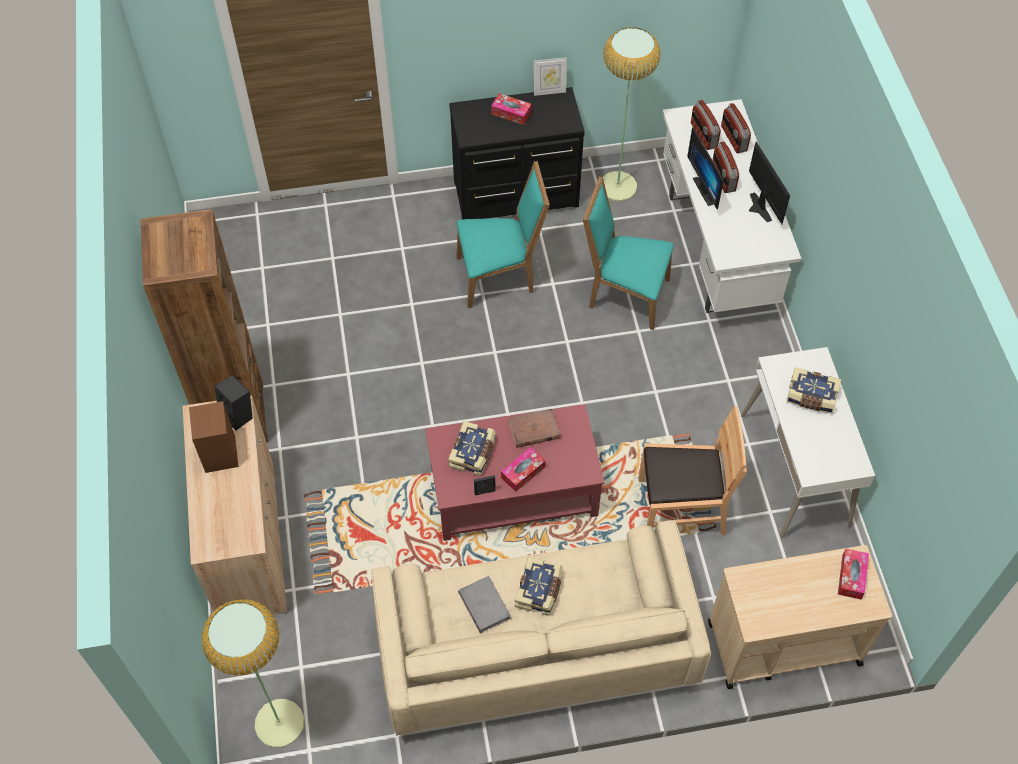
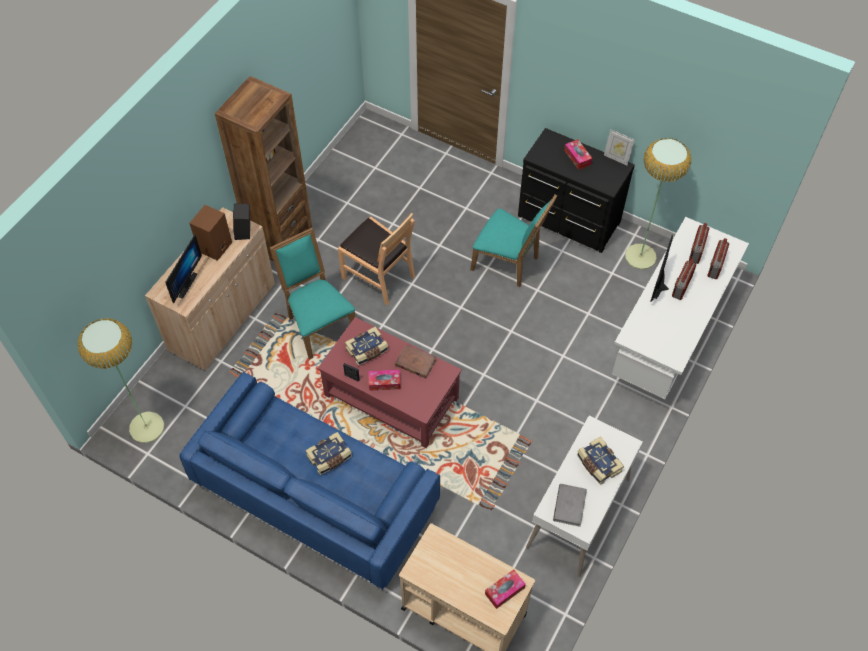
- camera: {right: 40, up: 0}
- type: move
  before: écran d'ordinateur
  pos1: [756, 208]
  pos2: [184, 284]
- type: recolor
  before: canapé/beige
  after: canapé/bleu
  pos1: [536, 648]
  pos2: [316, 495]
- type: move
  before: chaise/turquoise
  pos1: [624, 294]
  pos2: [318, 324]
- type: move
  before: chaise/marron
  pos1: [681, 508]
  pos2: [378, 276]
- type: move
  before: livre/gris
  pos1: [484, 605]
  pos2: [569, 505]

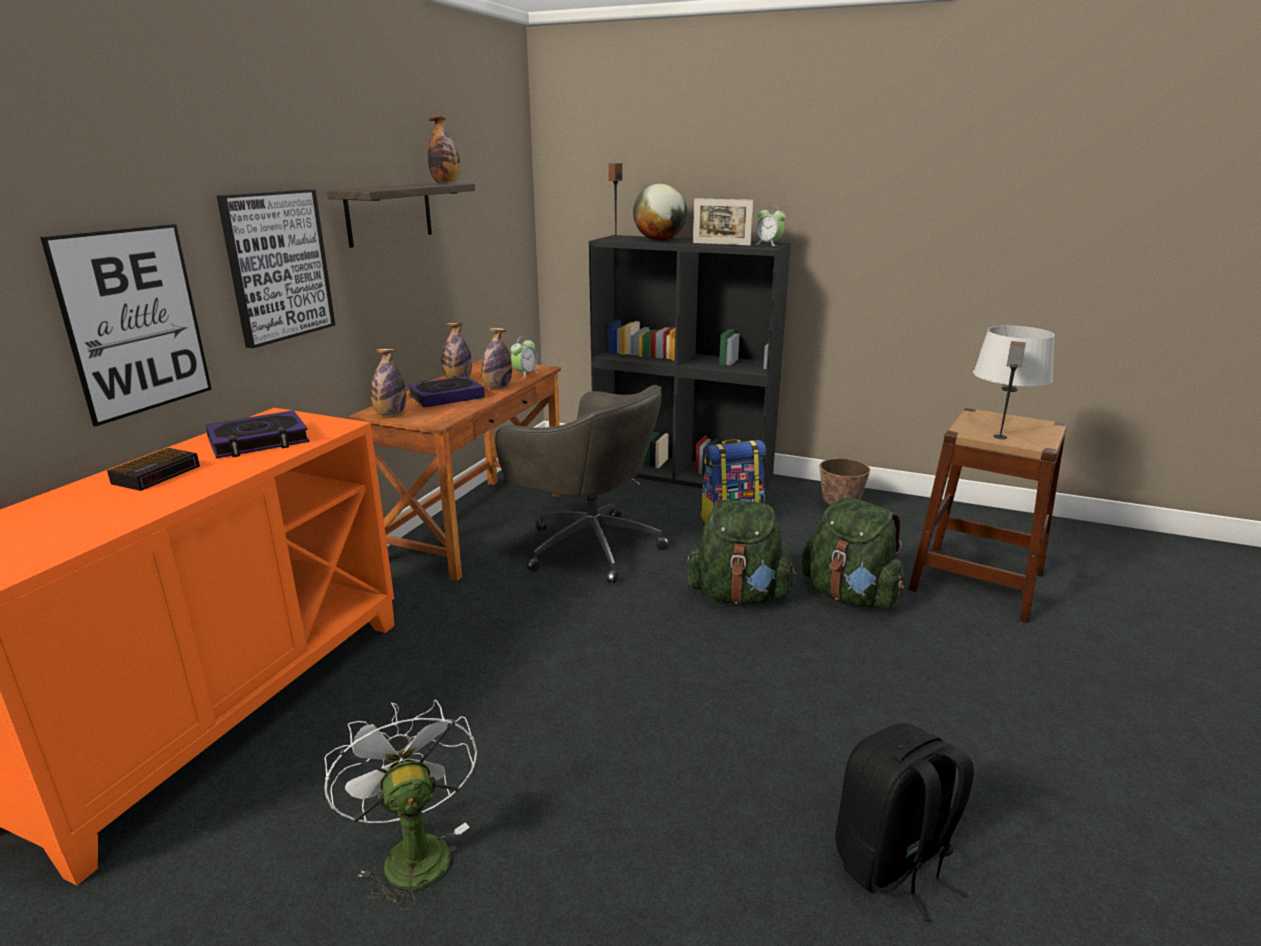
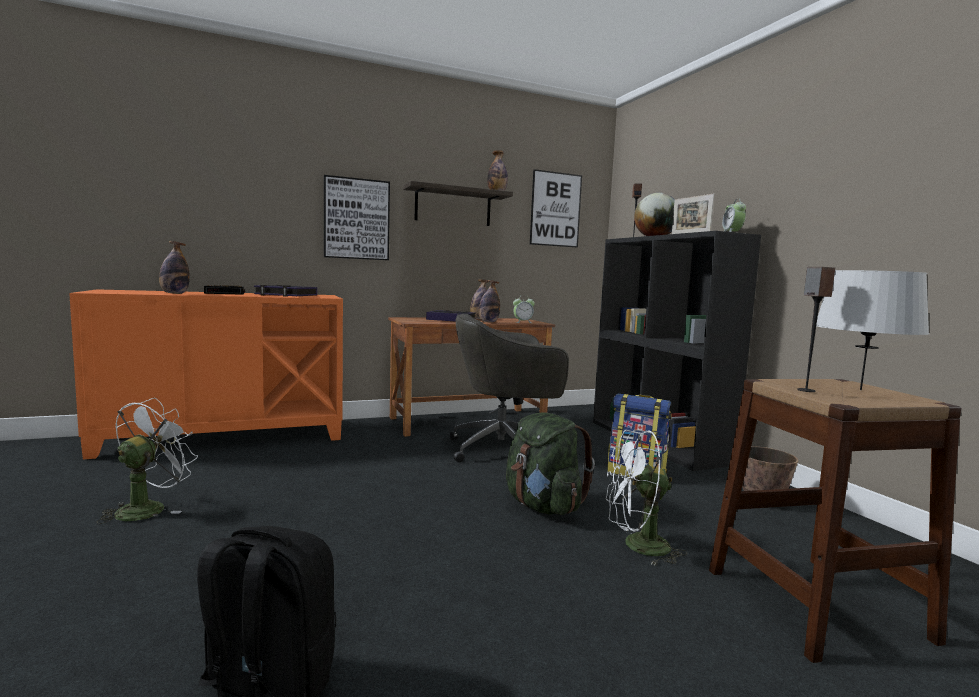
- camera: {right: 45, up: -15}
- type: move
  before: bouteille
  pos1: [390, 414]
  pos2: [174, 293]
- type: rotate
  before: chaise de bureau/gris
  pos1: [588, 546]
  pos2: [504, 449]
  turn: 90
- type: move
  before: tableau
  pos1: [134, 321]
  pos2: [555, 209]
- type: replace
  before: sac à dos/vert
  after: ventilateur/blanc
  pos1: [850, 595]
  pos2: [637, 546]

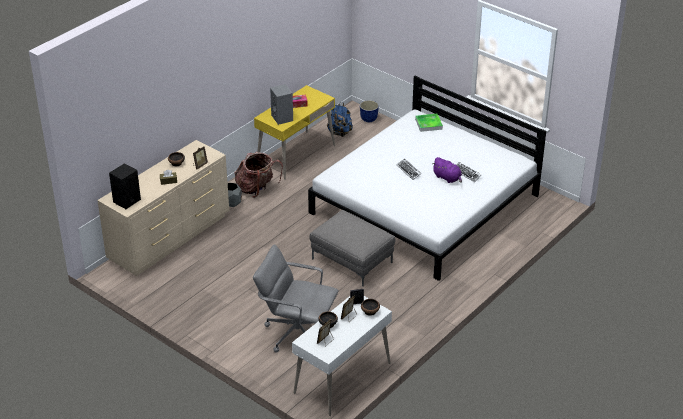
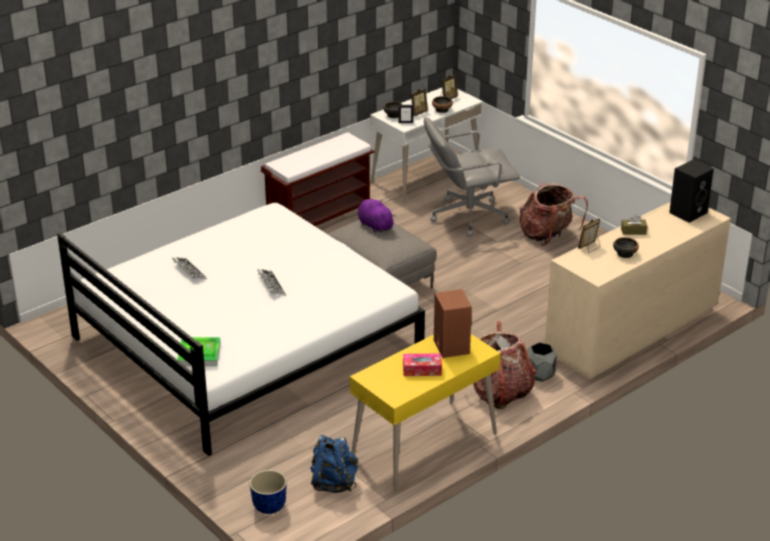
- camera: {right: -170, up: -5}
- type: insert
  after: banc/marron
  pos2: [320, 216]
- type: move
  before: peluche/violet
  pos1: [447, 178]
  pos2: [374, 225]
- type: rotate
  before: chaise de bureau/gris
  pos1: [296, 333]
  pos2: [468, 216]
  turn: 135
- type: recolor
  before: enceinte/gris
  after: enceinte/marron
  pos1: [282, 118]
  pos2: [450, 346]
- type: insert
  after: sac à dos
  pos2: [548, 235]

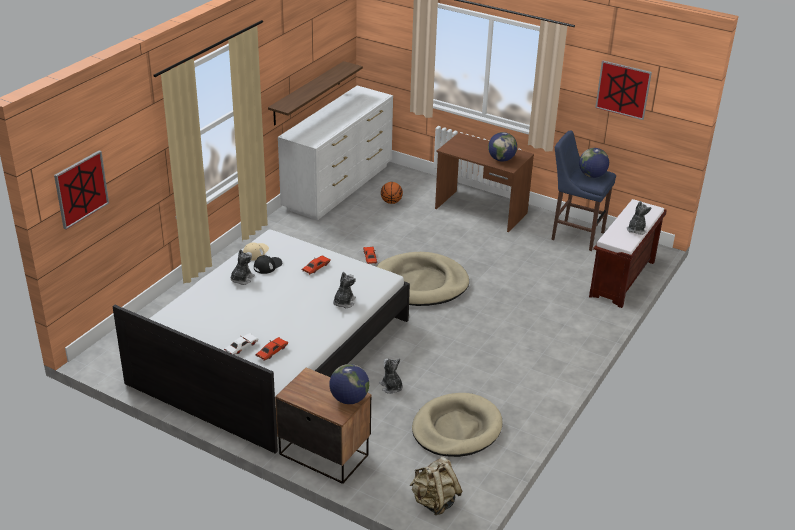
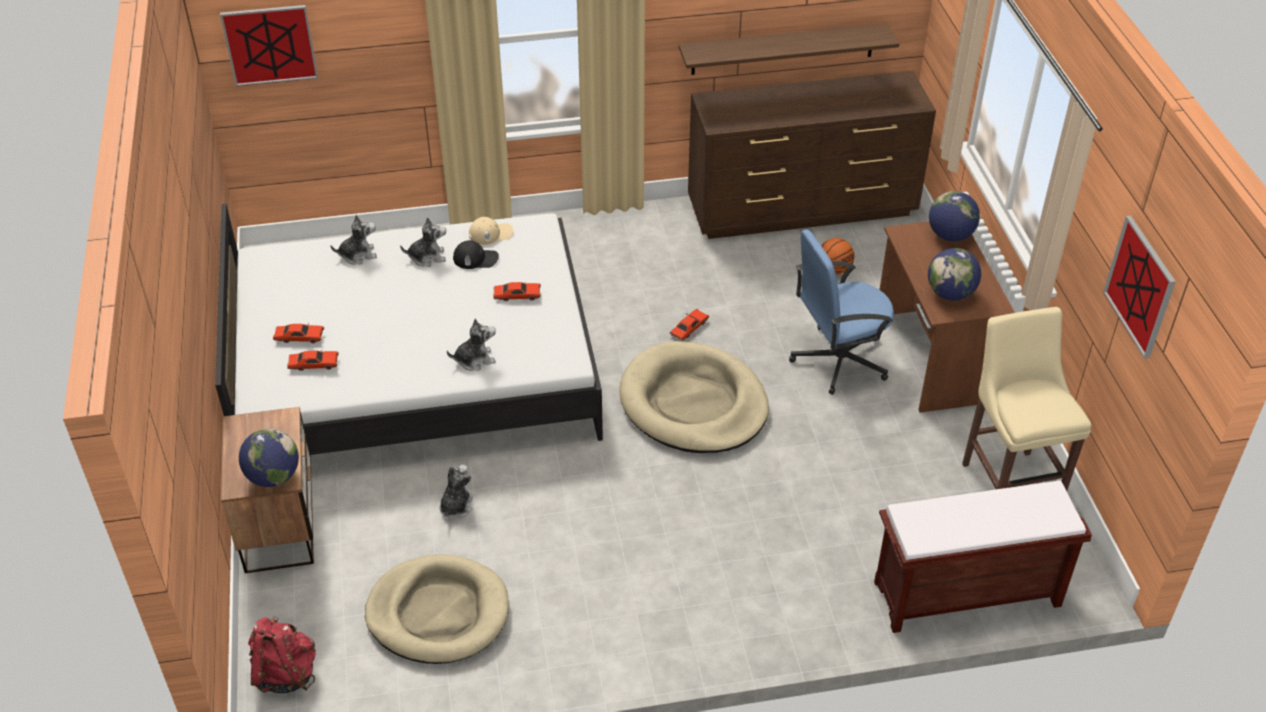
- camera: {right: 50, up: 10}
- type: recolor
  before: sac à dos/beige
  after: sac à dos/rouge
  pos1: [434, 501]
  pos2: [285, 673]
- type: recolor
  before: petite voiture/blanc
  after: petite voiture/rouge
  pos1: [241, 347]
  pos2: [299, 337]
- type: move
  before: peluche
  pos1: [636, 230]
  pos2: [358, 255]
- type: recolor
  before: commode/blanc
  after: commode/marron
  pos1: [339, 187]
  pos2: [803, 209]
- type: insert
  after: chaise de bureau/bleu
  pos2: [838, 360]
- type: move
  before: globe
  pos1: [592, 175]
  pos2: [950, 235]
- type: recolor
  before: tabouret/bleu
  after: tabouret/beige
  pos1: [575, 235]
  pos2: [1009, 481]

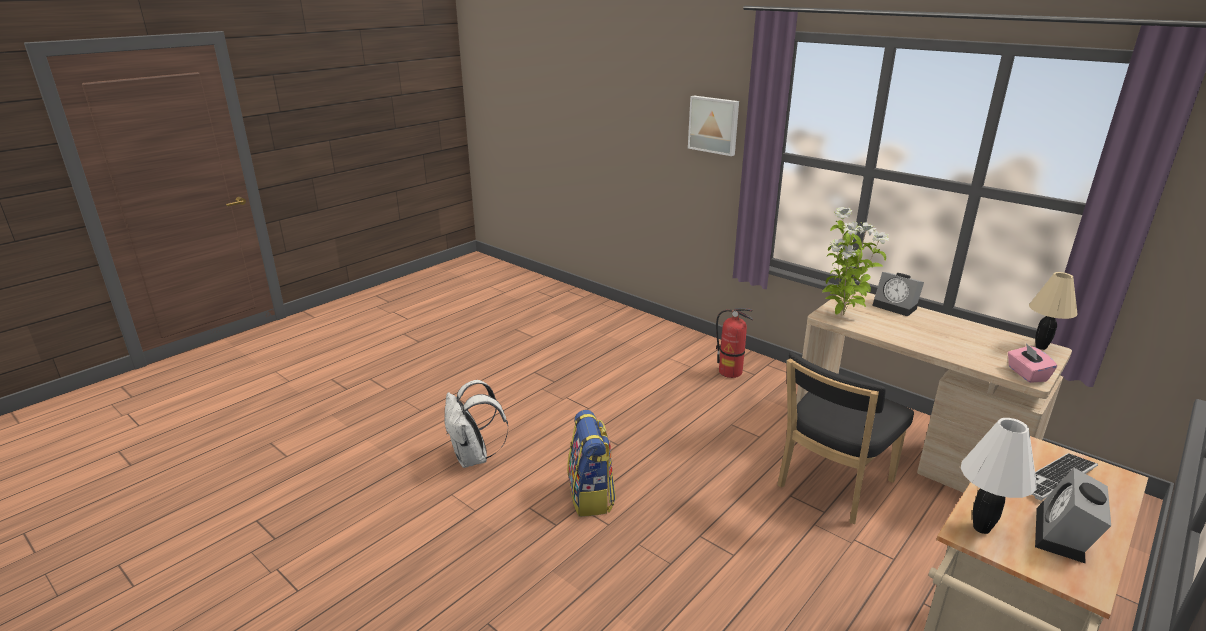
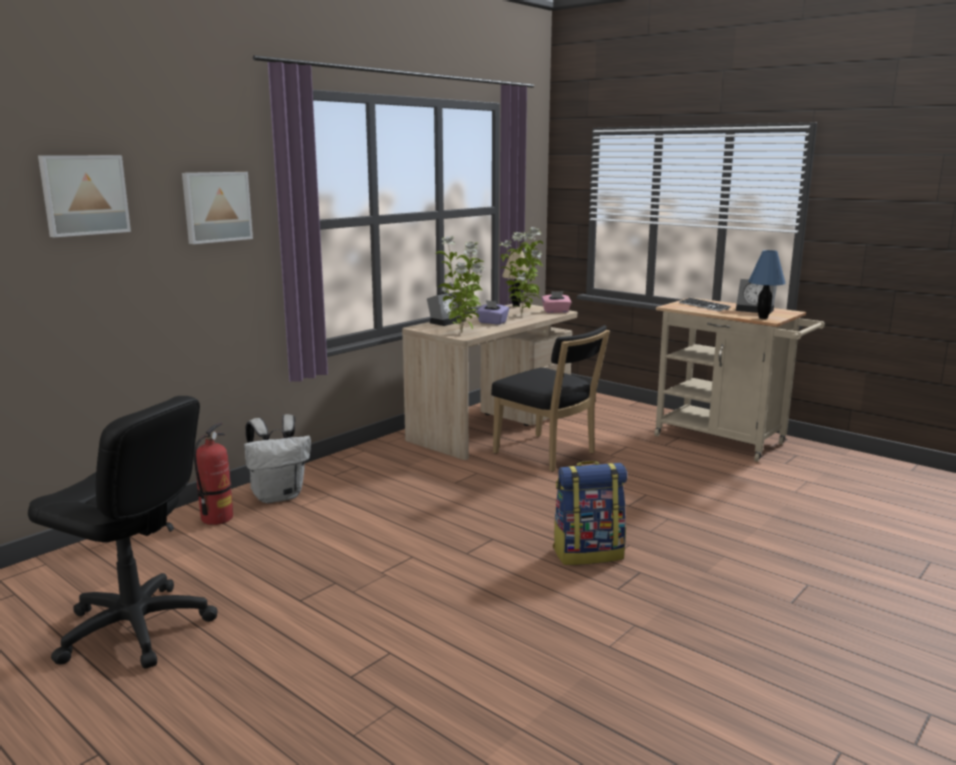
- camera: {right: -90, up: -10}
- type: insert
  after: chaise de bureau/noir
  pos2: [135, 628]
- type: insert
  after: tableau
  pos2: [84, 195]
- type: move
  before: extincteur
  pos1: [730, 372]
  pos2: [217, 518]
- type: move
  before: sac à dos/blanc
  pos1: [474, 457]
  pos2: [279, 496]
- type: insert
  after: boîte à mouchoirs/violet
  pos2: [492, 322]
- type: insert
  after: plante en pot
  pos2: [522, 314]
- type: recolor
  before: lampe de table/blanc
  after: lampe de table/bleu
  pos1: [980, 528]
  pos2: [763, 318]

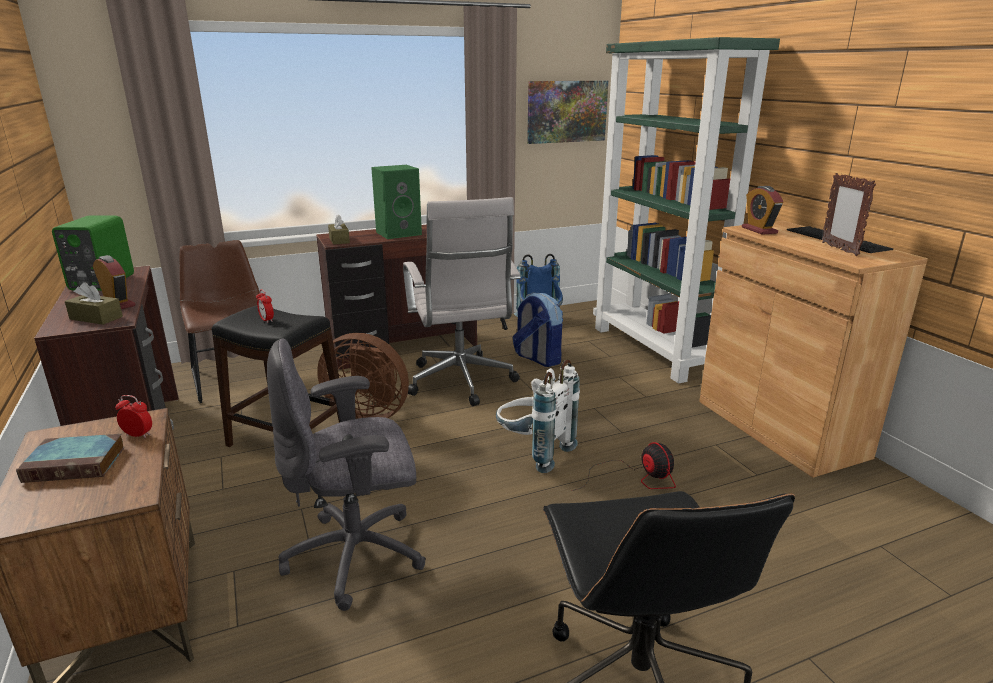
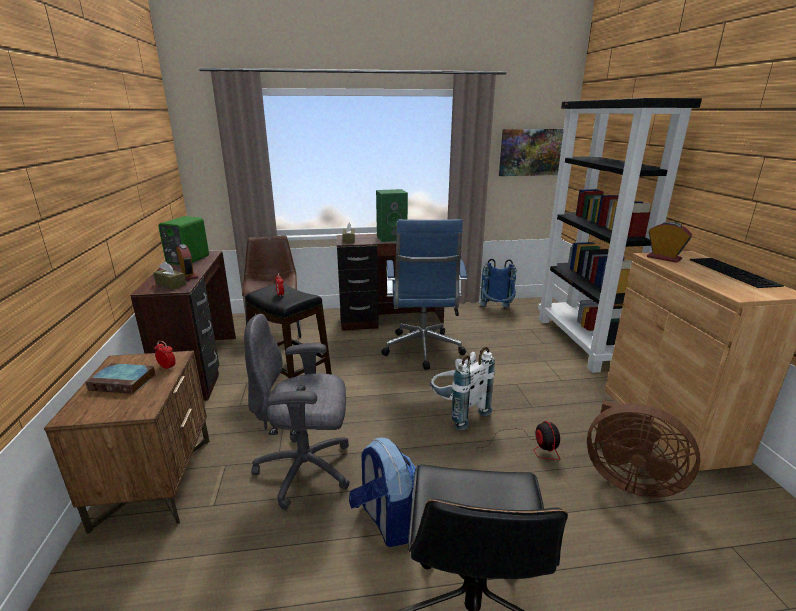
- camera: {right: 15, up: 0}
- type: move
  before: sac à dos
  pos1: [537, 358]
  pos2: [385, 521]
- type: recolor
  before: chaise de bureau/blanc
  after: chaise de bureau/bleu
  pos1: [461, 383]
  pos2: [423, 351]
- type: recolor
  before: bibliothèque/vert
  after: bibliothèque/noir
  pos1: [654, 350]
  pos2: [581, 342]
- type: move
  before: ventilateur/marron
  pos1: [369, 413]
  pos2: [627, 479]
- type: rotate
  before: réveil
  pos1: [759, 230]
  pos2: [664, 258]
  turn: 135
- type: delete
  before: cadre photo
  pos1: [839, 249]

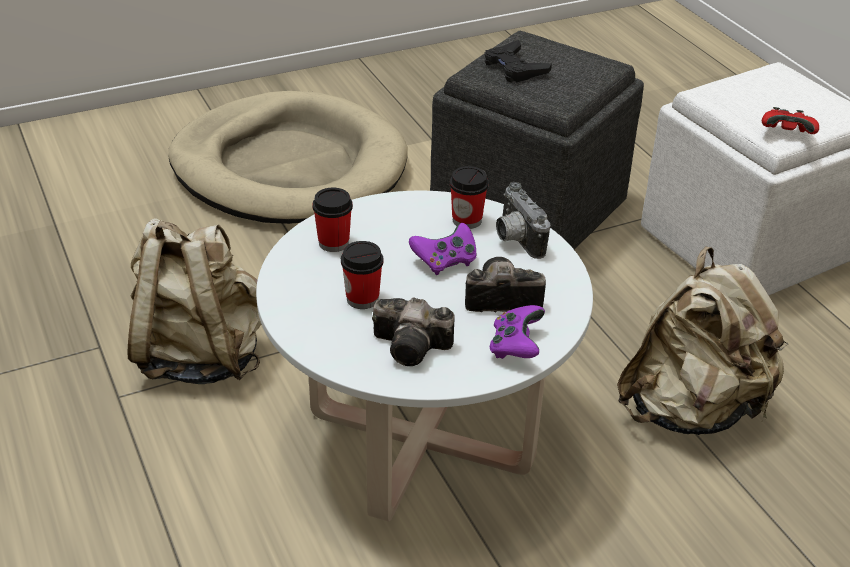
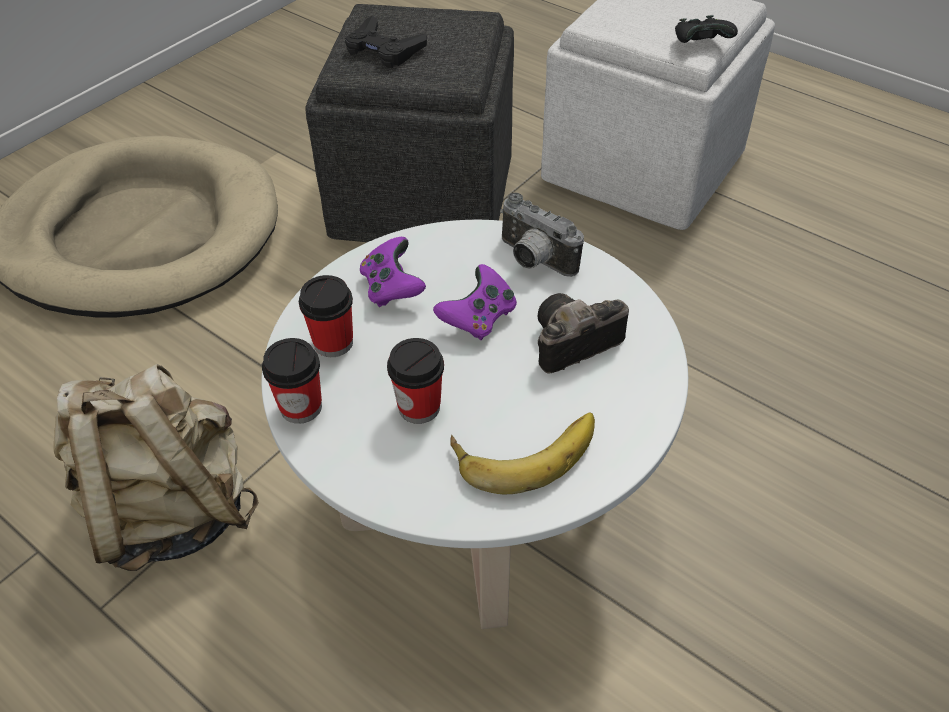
- camera: {right: -25, up: 10}
- type: move
  before: tasse
  pos1: [467, 220]
  pos2: [301, 407]
- type: move
  before: manette/violet
  pos1: [515, 347]
  pos2: [392, 288]
- type: replace
  before: appareil photo
  after: banane
  pos1: [414, 347]
  pos2: [524, 449]
- type: recolor
  before: manette/rouge
  after: manette/noir
  pos1: [787, 134]
  pos2: [700, 45]
- type: delete
  before: sac à dos/beige
  pos1: [691, 409]

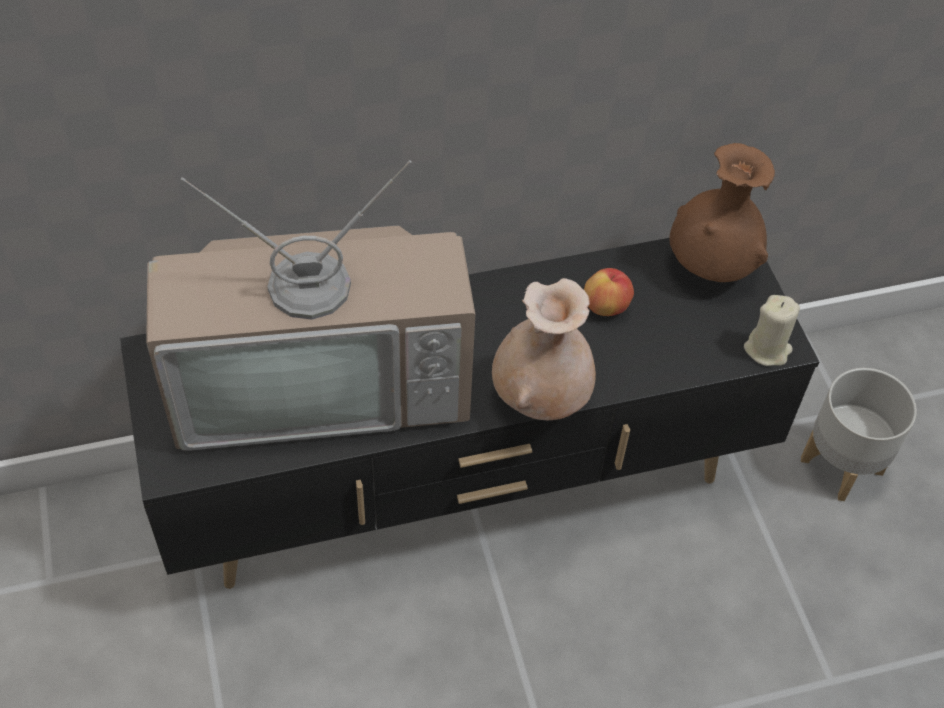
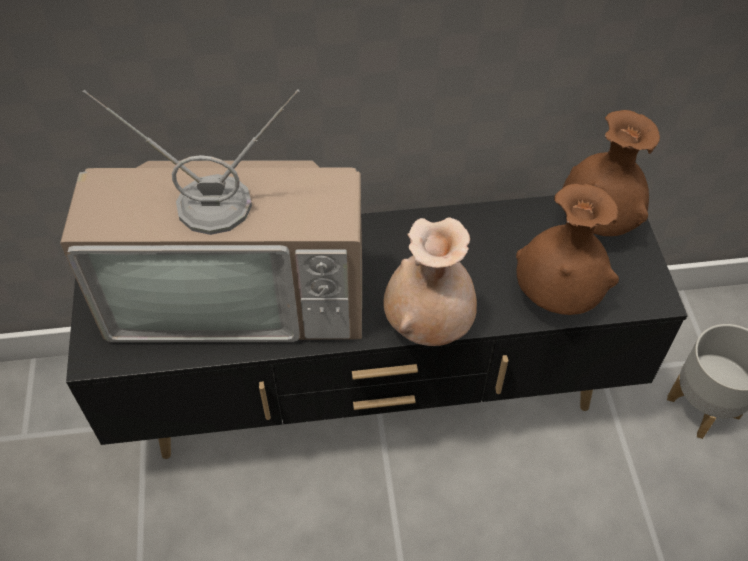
- camera: {right: 10, up: 0}
- type: insert
  after: vase/marron
  pos2: [557, 297]
- type: delete
  before: pomme
  pos1: [606, 306]
- type: delete
  before: bougie/beige
  pos1: [767, 349]

